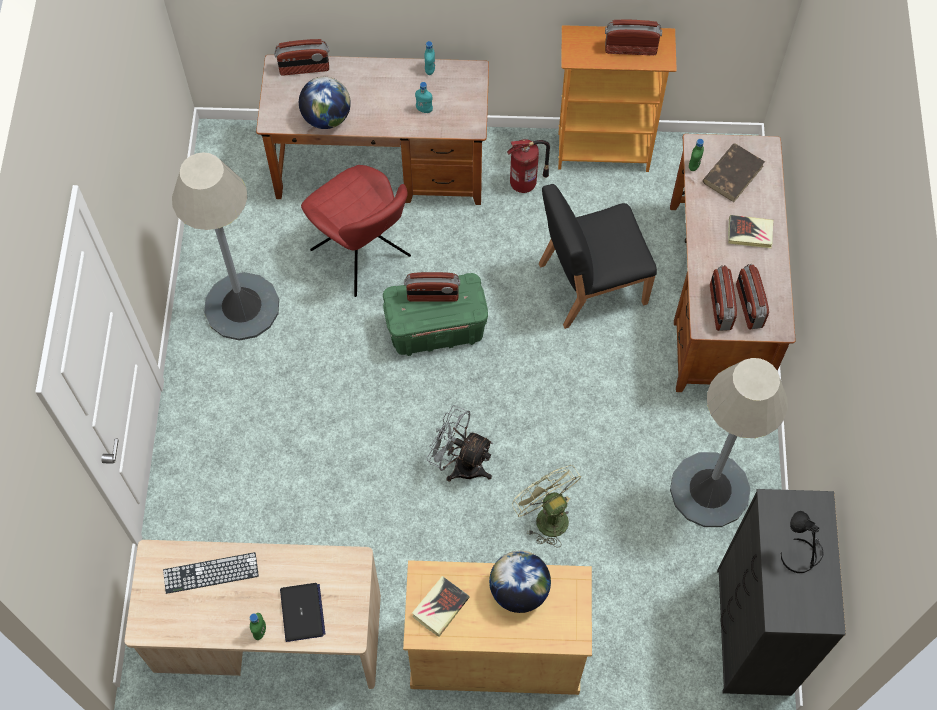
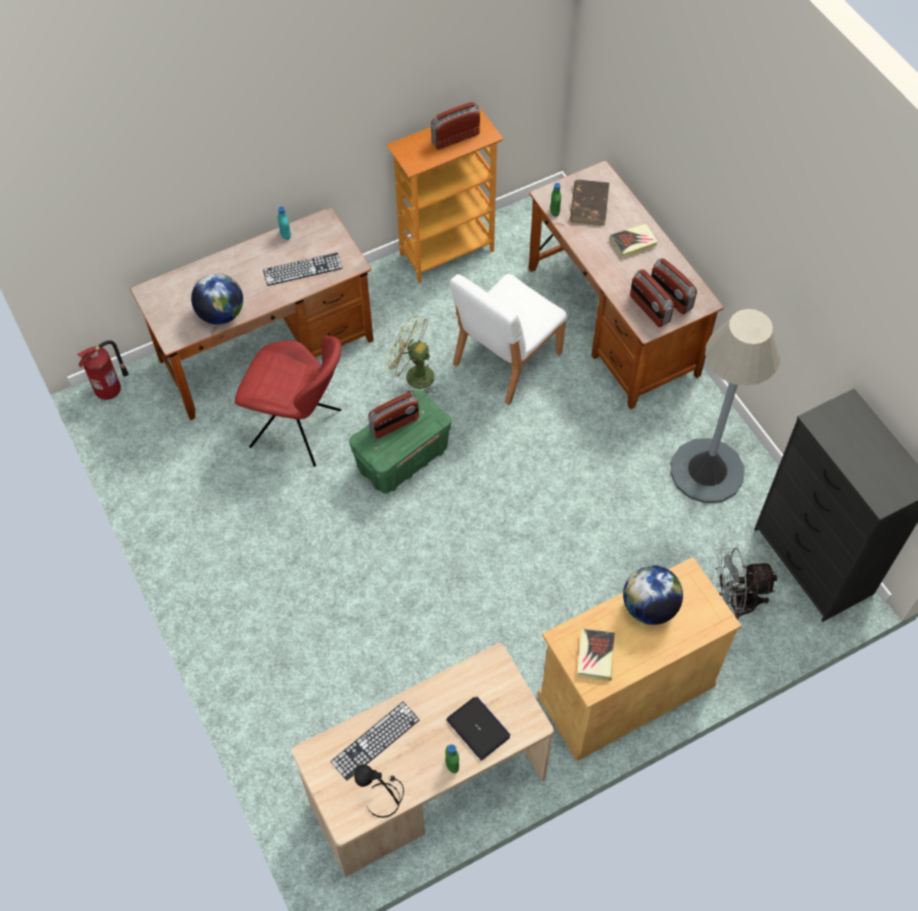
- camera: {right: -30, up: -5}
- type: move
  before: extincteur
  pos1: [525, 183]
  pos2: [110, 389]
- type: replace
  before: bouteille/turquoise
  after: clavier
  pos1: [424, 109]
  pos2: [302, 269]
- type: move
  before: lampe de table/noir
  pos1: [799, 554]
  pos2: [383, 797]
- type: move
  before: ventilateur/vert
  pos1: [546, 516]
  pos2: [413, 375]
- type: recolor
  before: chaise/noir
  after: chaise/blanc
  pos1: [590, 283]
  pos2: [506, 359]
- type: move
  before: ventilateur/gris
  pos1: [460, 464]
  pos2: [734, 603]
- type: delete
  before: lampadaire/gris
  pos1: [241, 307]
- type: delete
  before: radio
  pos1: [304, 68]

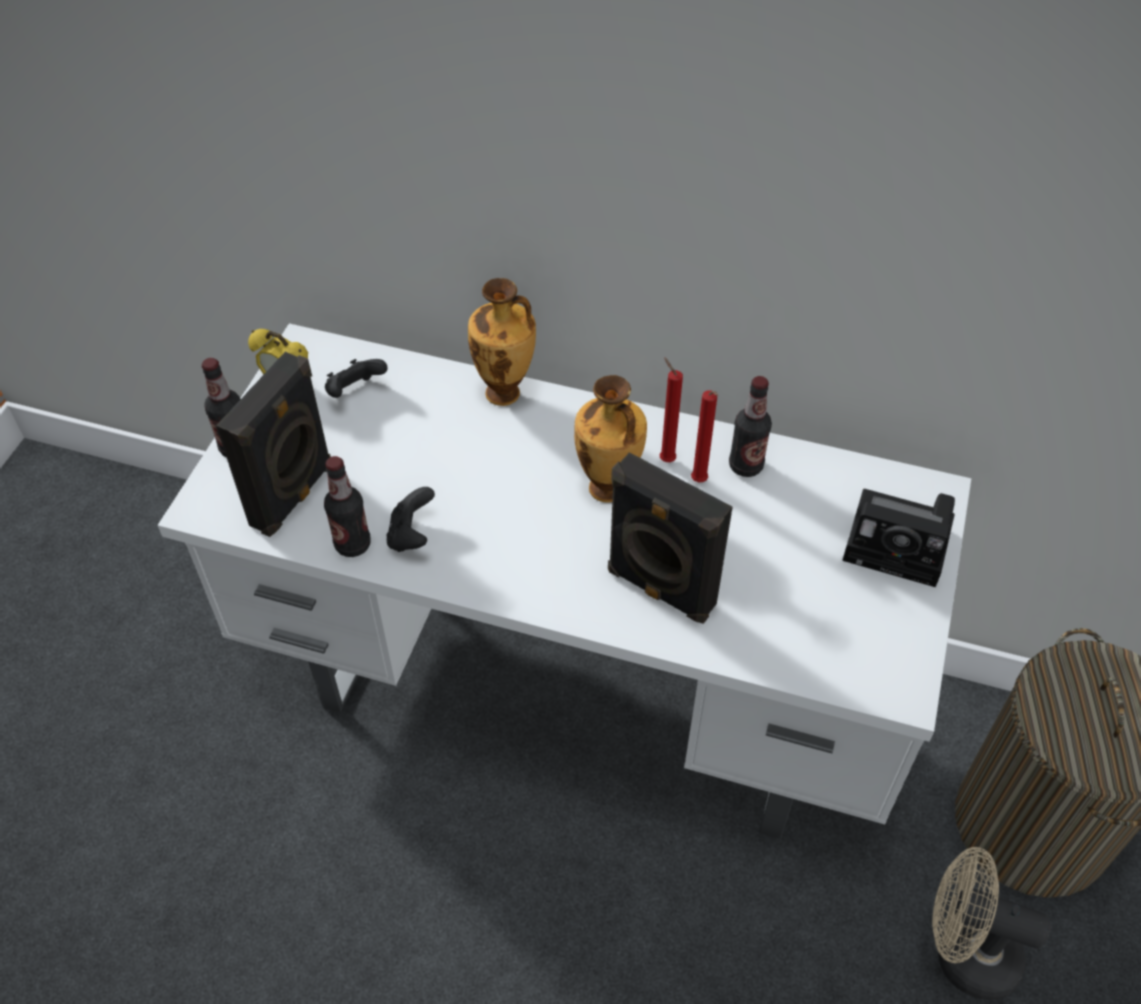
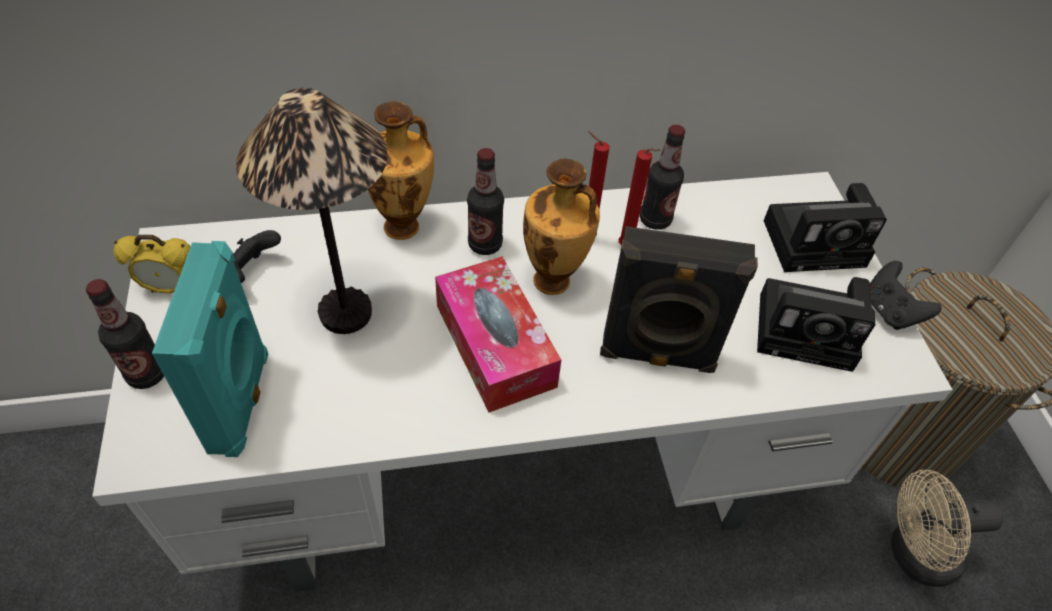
- camera: {right: -30, up: 0}
- type: recolor
  before: enceinte/noir
  after: enceinte/turquoise
  pos1: [294, 495]
  pos2: [242, 401]
- type: insert
  after: lampe de table
  pos2: [345, 312]
- type: insert
  after: boîte à mouchoirs
  pos2: [495, 345]
- type: move
  before: bouteille
  pos1: [352, 544]
  pos2: [485, 244]
- type: insert
  after: appareil photo
  pos2: [810, 331]
- type: move
  before: manette/noir
  pos1: [411, 535]
  pos2: [889, 311]

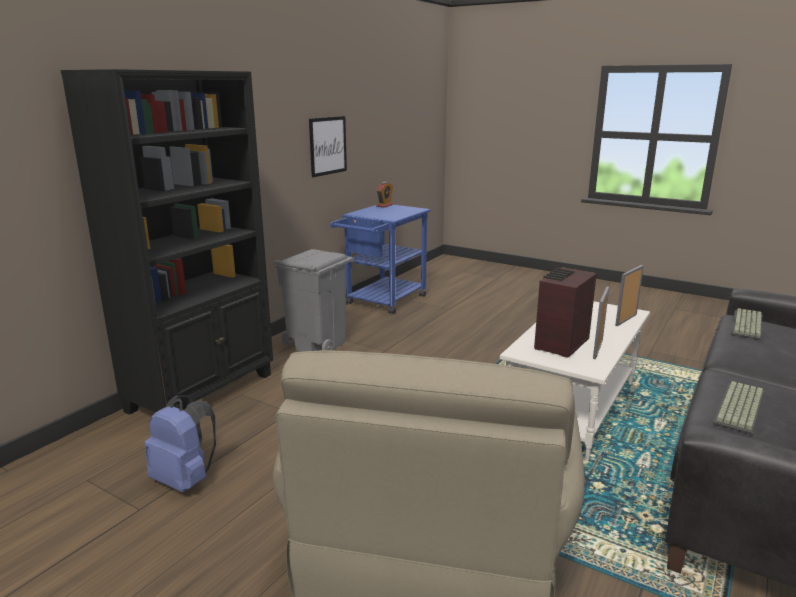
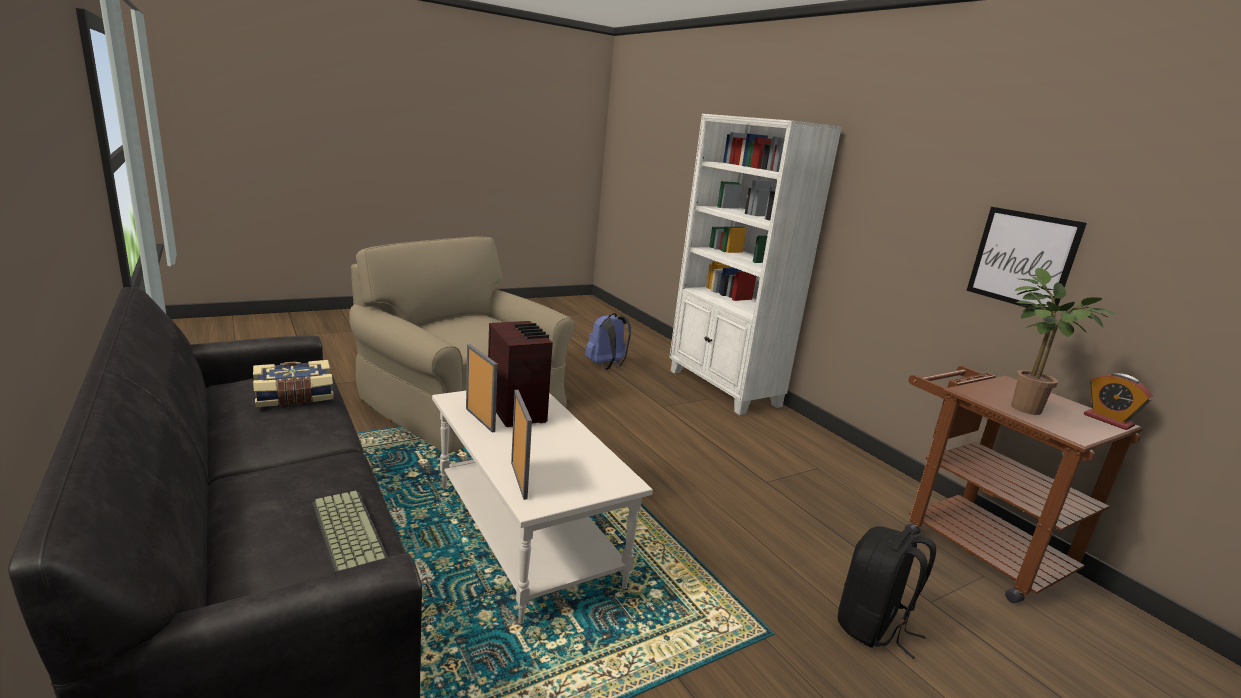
- camera: {right: 115, up: 0}
- type: replace
  before: clavier
  after: livre
  pos1: [741, 409]
  pos2: [294, 396]
- type: recolor
  before: bibliothèque/noir
  after: bibliothèque/blanc
  pos1: [203, 392]
  pos2: [723, 388]
- type: insert
  after: sac à dos/noir
  pos2: [873, 626]
- type: recolor
  before: chariot/bleu
  after: chariot/marron
  pos1: [382, 302]
  pos2: [972, 545]
- type: insert
  after: plante en pot
  pos2: [1020, 407]
- type: delete
  before: poubelle/gris
  pos1: [317, 344]

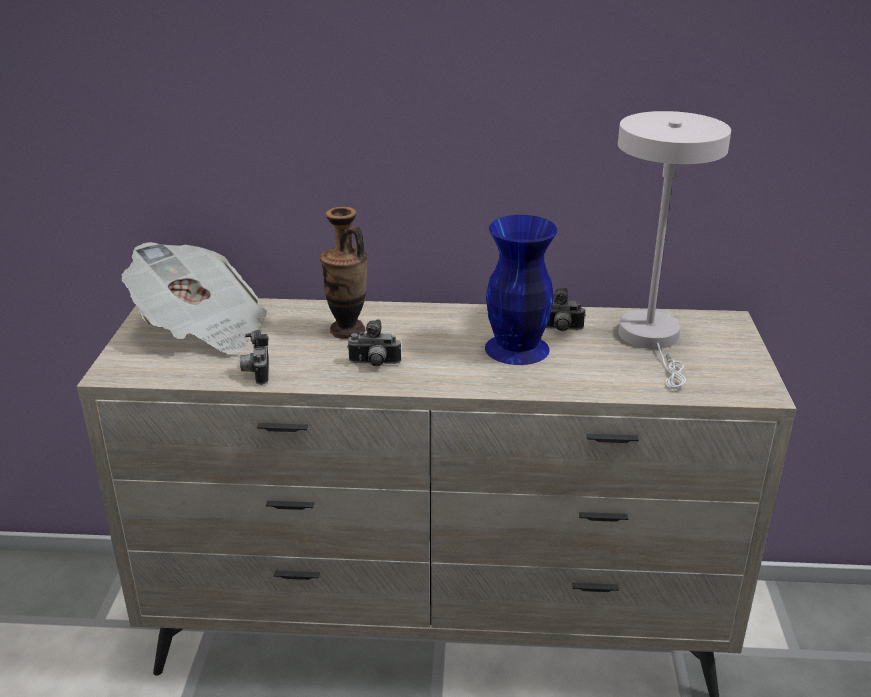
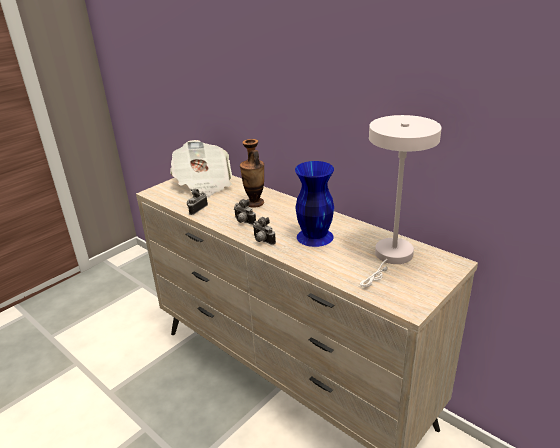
- camera: {right: 40, up: 0}
- type: move
  before: appareil photo
  pos1: [558, 330]
  pos2: [262, 241]

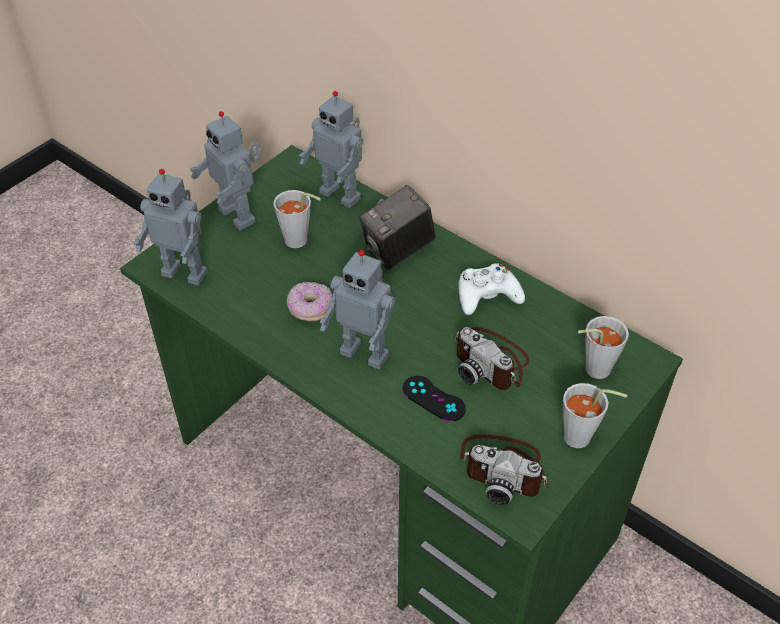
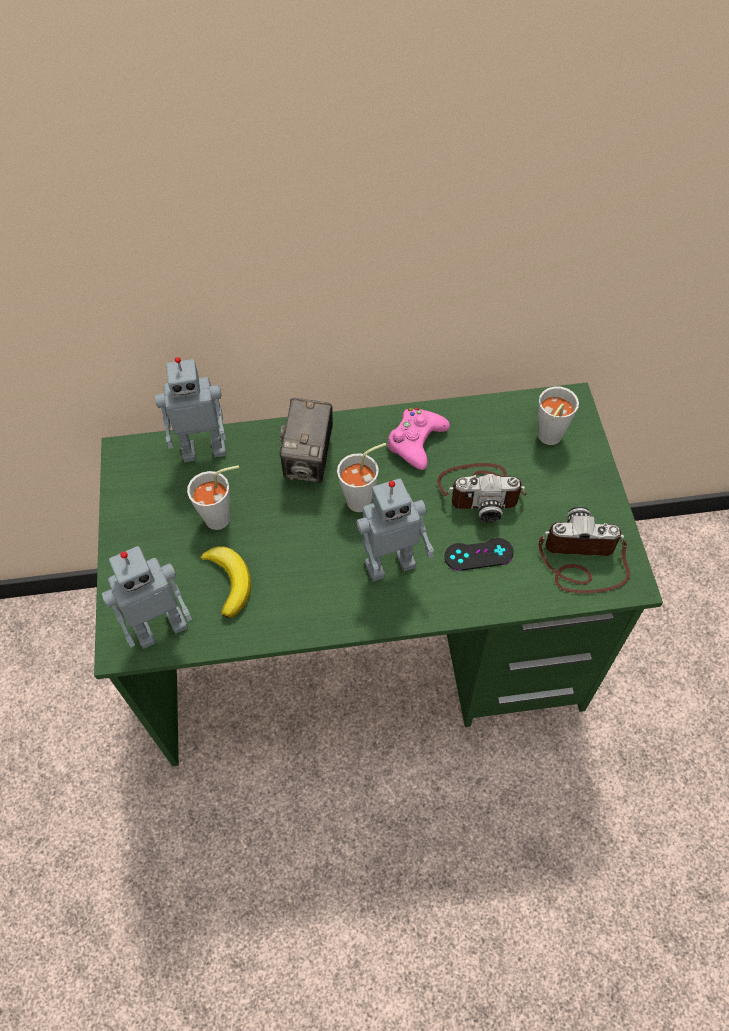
- camera: {right: -45, up: 10}
- type: insert
  after: banane
  pos2: [229, 581]
- type: move
  before: tasse/gris
  pos1: [583, 439]
  pos2: [364, 499]
- type: recolor
  before: manette/blanc
  after: manette/rose
  pos1: [487, 295]
  pos2: [416, 442]
- type: rotate
  before: appareil photo
  pos1: [504, 468]
  pos2: [582, 562]
  turn: -150
- type: delete
  before: robot jouet
  pos1: [239, 215]
- type: delete
  before: beignet
  pos1: [310, 309]

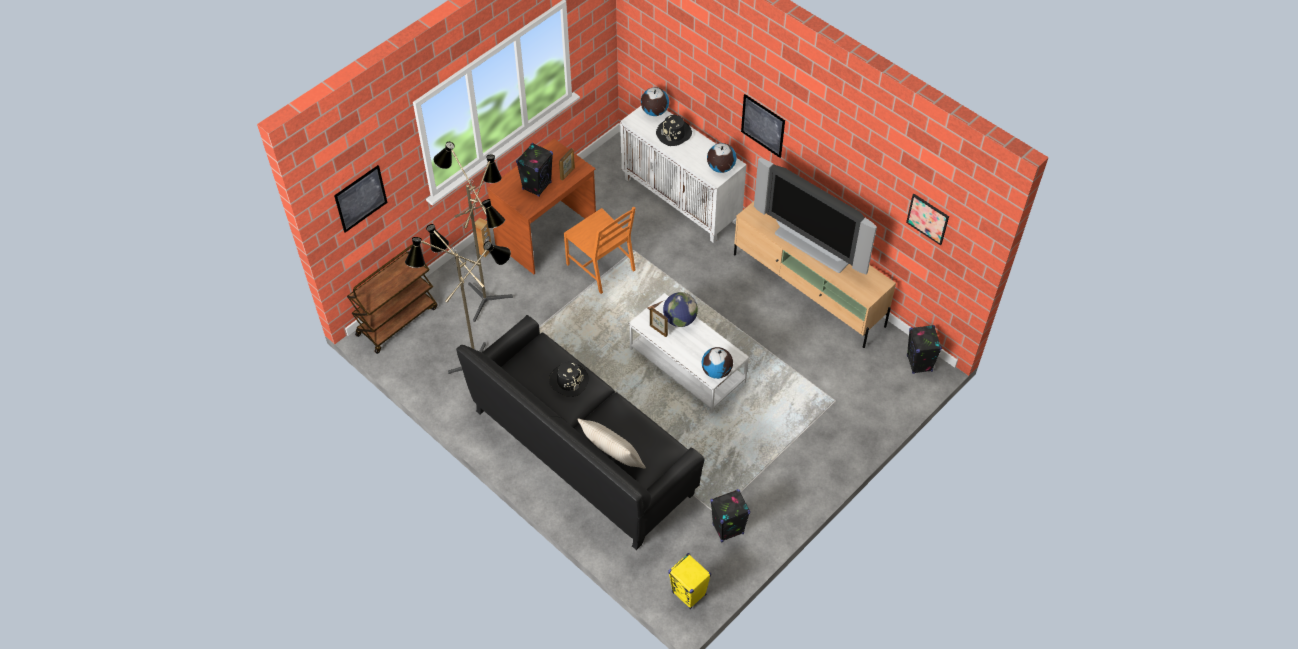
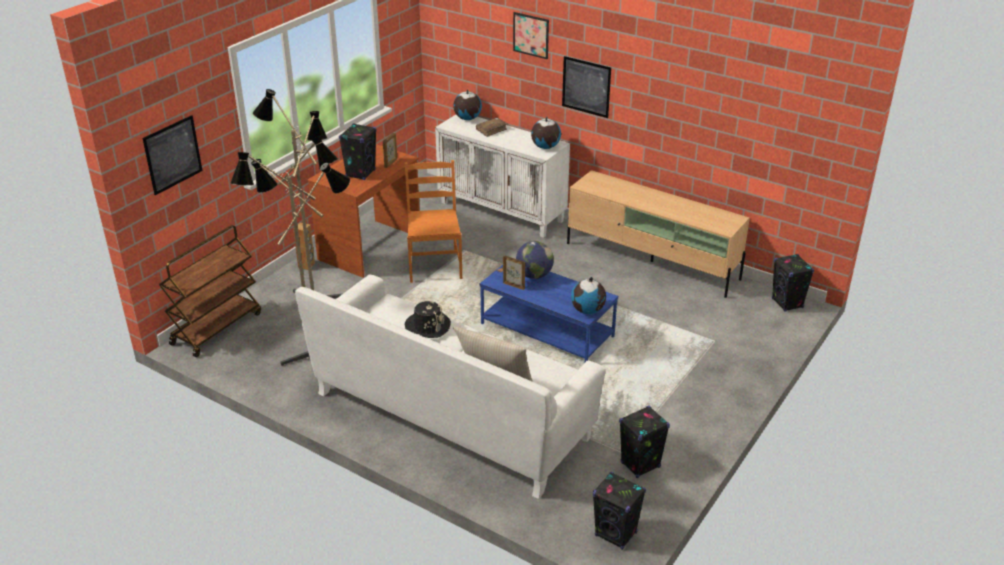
- camera: {right: -10, up: -20}
- type: recolor
  before: canapé/noir
  after: canapé/blanc
  pos1: [583, 452]
  pos2: [451, 416]
- type: rotate
  before: chaise/orange
  pos1: [602, 267]
  pos2: [434, 265]
  turn: -135
- type: replace
  before: chapeau/noir
  after: livre/marron
  pos1: [674, 134]
  pos2: [491, 130]
- type: recolor
  before: table basse/blanc
  after: table basse/bleu
  pos1: [686, 365]
  pos2: [546, 330]
- type: move
  before: tableau
  pos1: [927, 219]
  pos2: [531, 35]
- type: recolor
  before: enceinte/jaune
  after: enceinte/noir
  pos1: [689, 594]
  pos2: [616, 534]
- type: delete
  before: téléviseur
  pos1: [812, 247]

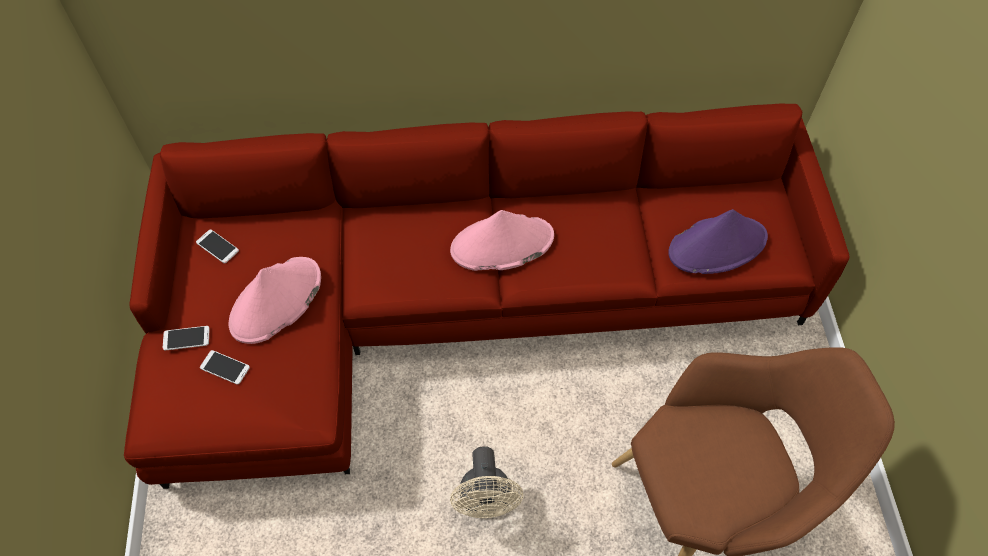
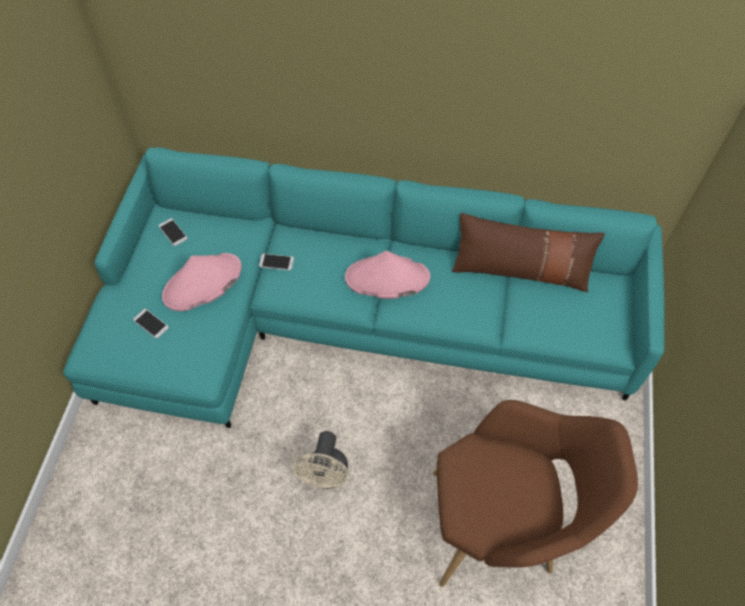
- camera: {right: 15, up: 0}
- type: recolor
  before: canapé/rouge
  after: canapé/turquoise
  pos1: [457, 303]
  pos2: [350, 317]
- type: move
  before: téléphone
  pos1: [186, 338]
  pos2: [276, 262]
- type: insert
  after: coussin/marron
  pos2: [520, 269]
- type: delete
  before: chapeau/violet
  pos1: [717, 245]

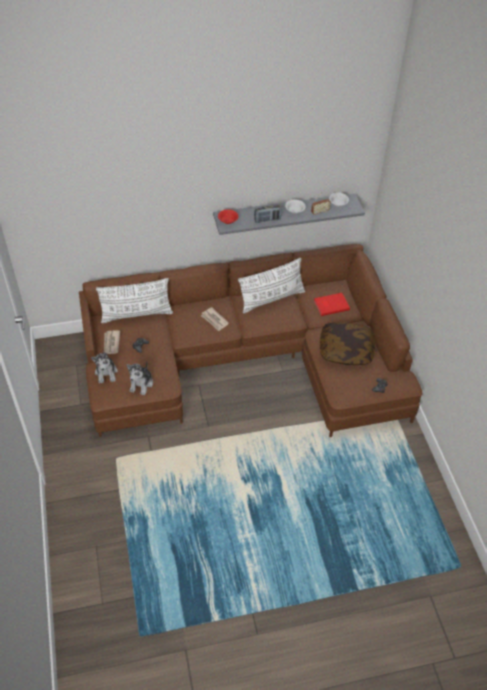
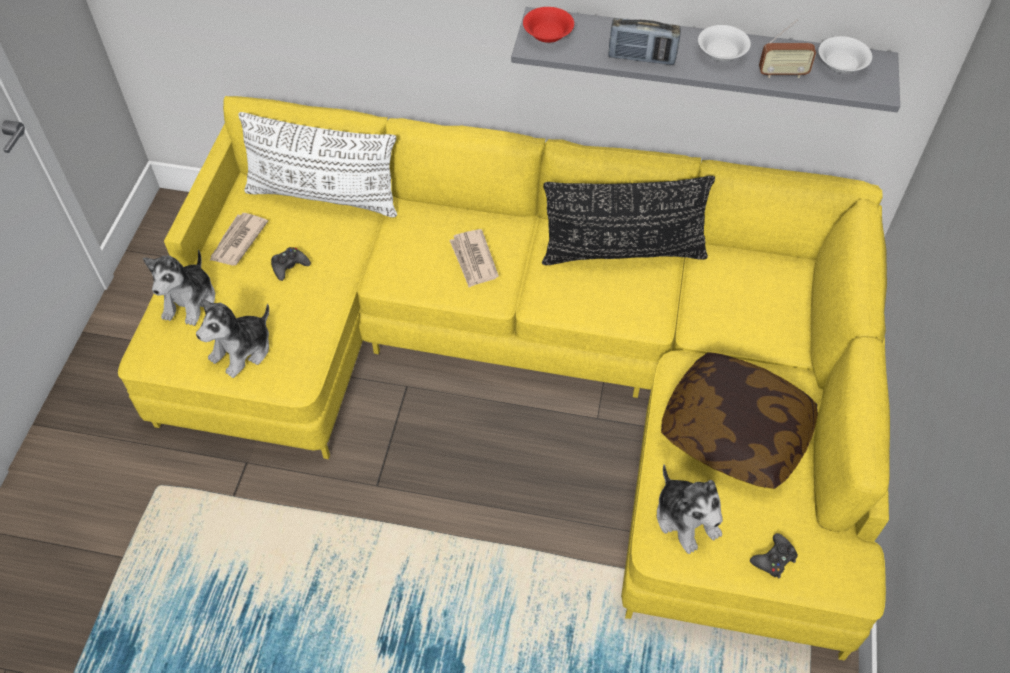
- camera: {right: 25, up: 5}
- type: recolor
  before: canapé/marron
  after: canapé/jaune
  pos1: [248, 360]
  pos2: [536, 369]
- type: recolor
  before: coussin/blanc
  after: coussin/noir
  pos1: [271, 299]
  pos2: [623, 252]
- type: insert
  after: peluche
  pos2: [686, 518]
- type: delete
  before: livre/rouge
  pos1: [330, 304]

